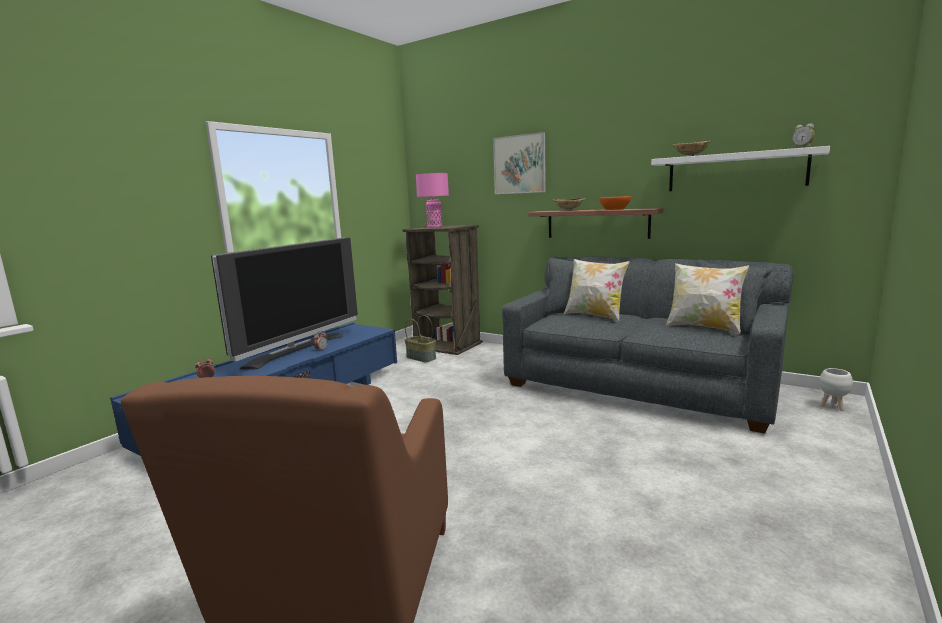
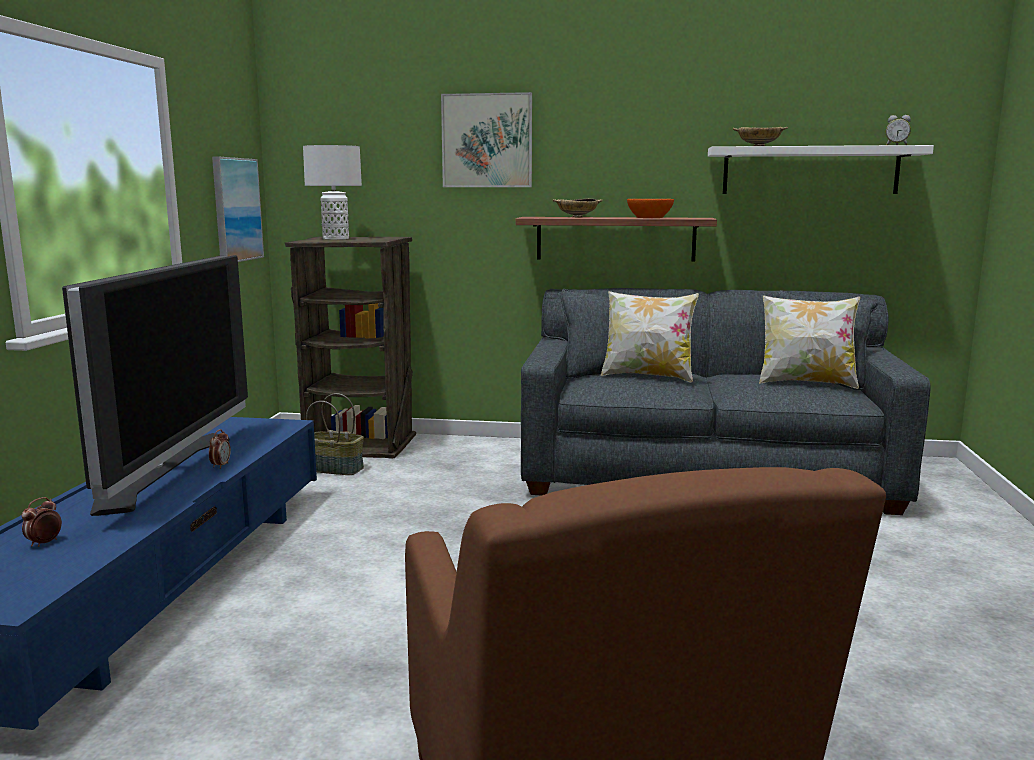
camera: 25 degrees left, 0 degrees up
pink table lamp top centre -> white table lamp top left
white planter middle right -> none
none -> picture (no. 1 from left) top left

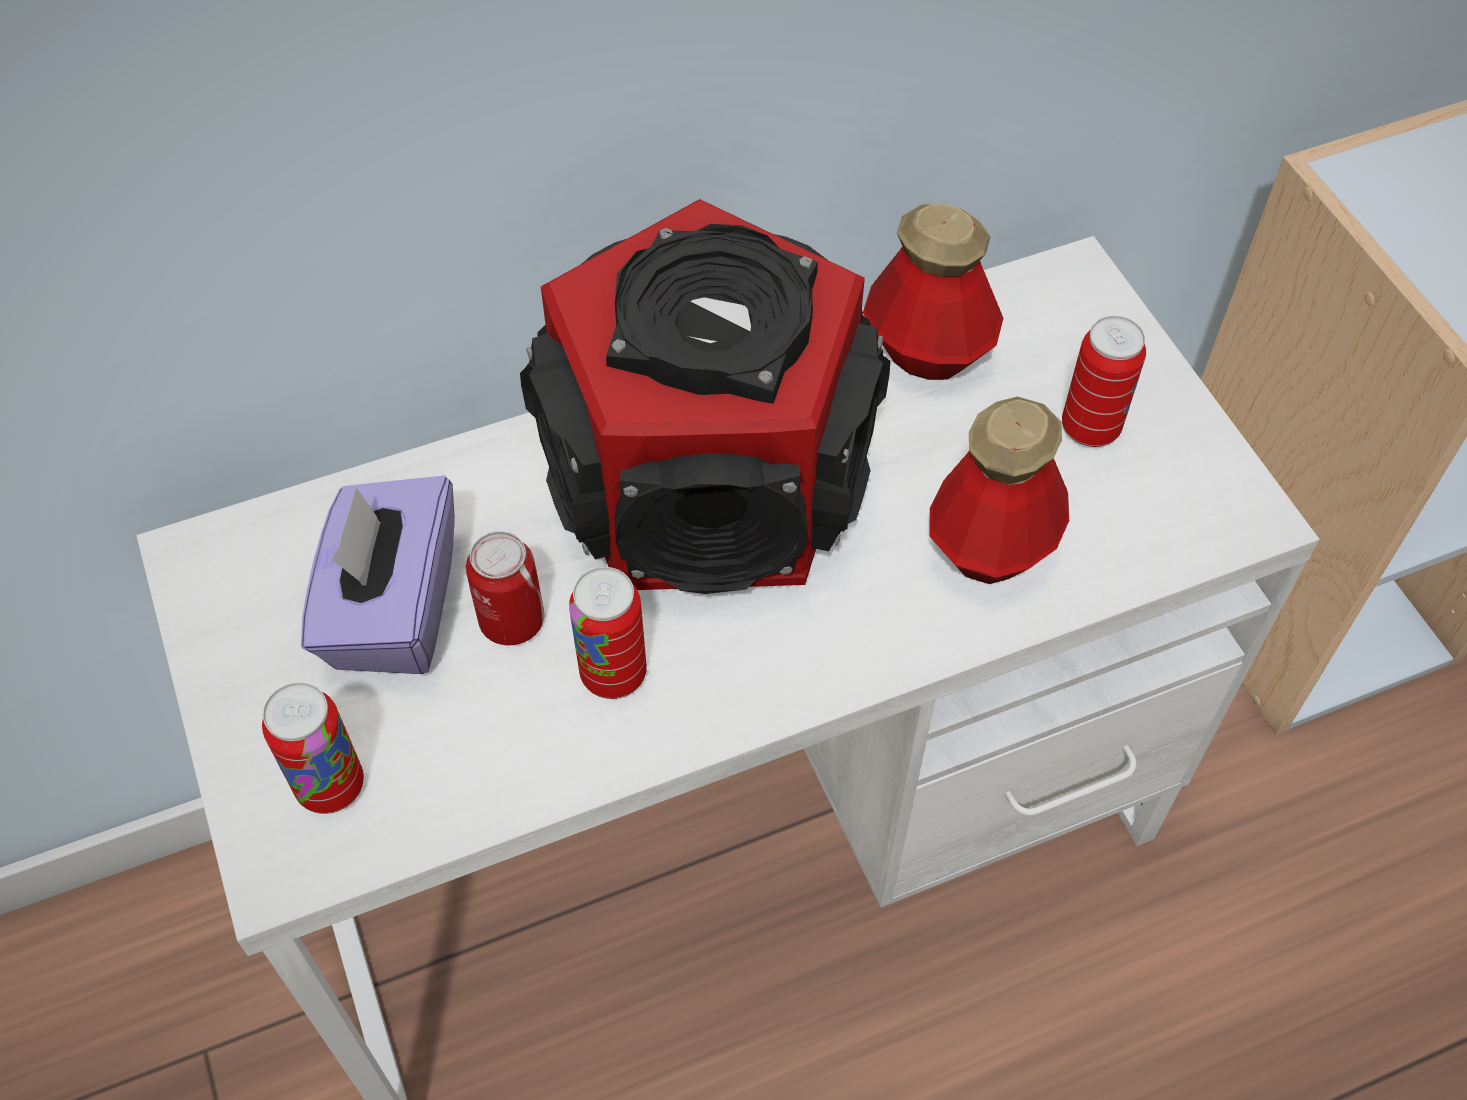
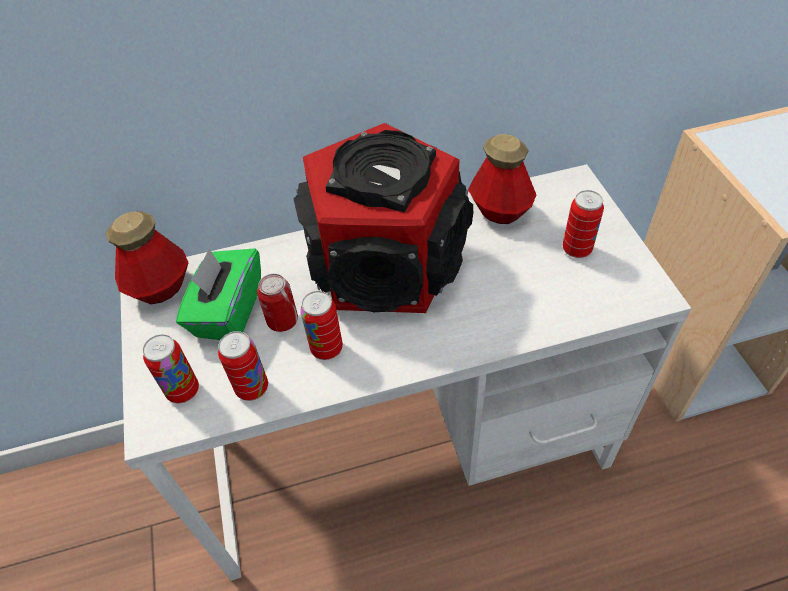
camera: 10 degrees right, 5 degrees down
purple tissue box middle left -> green tissue box middle left
bottle (no. 2 from left in the first image) middle right -> bottle (no. 1 from left) middle left, shifted
none -> can (no. 2 from left) middle left

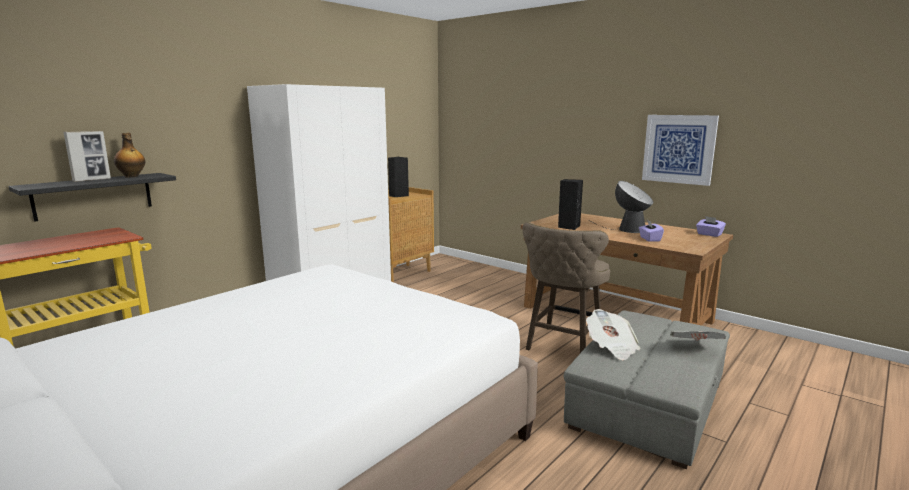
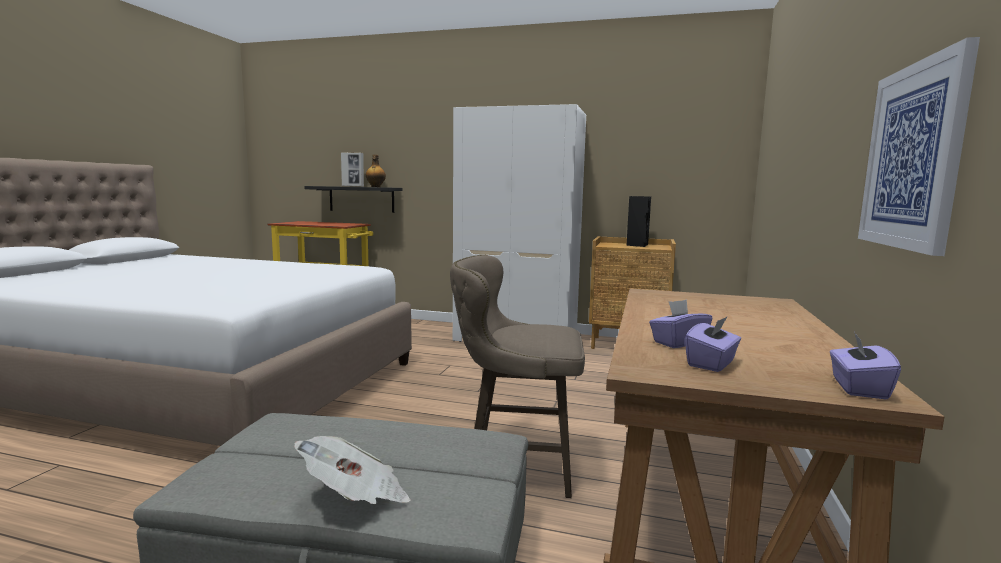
camera: 65 degrees right, 5 degrees down
black speaker (no. 2 from left) centre -> none
newspaper (no. 1 from left) bottom right -> none
table lamp middle right -> none
none -> purple tissue box (no. 2 from left) middle right

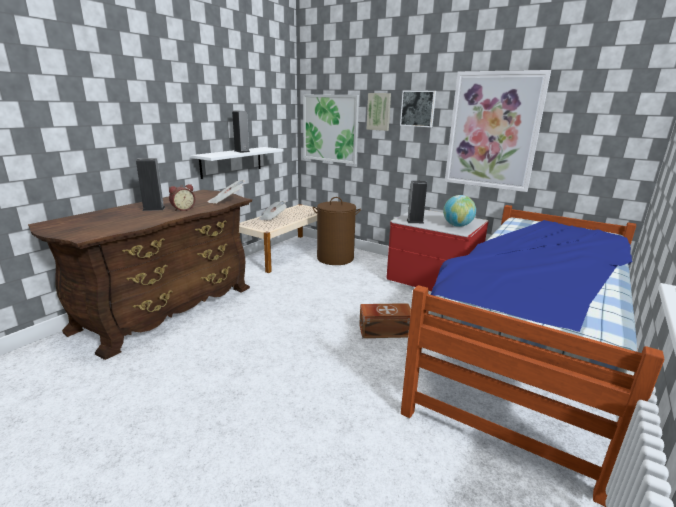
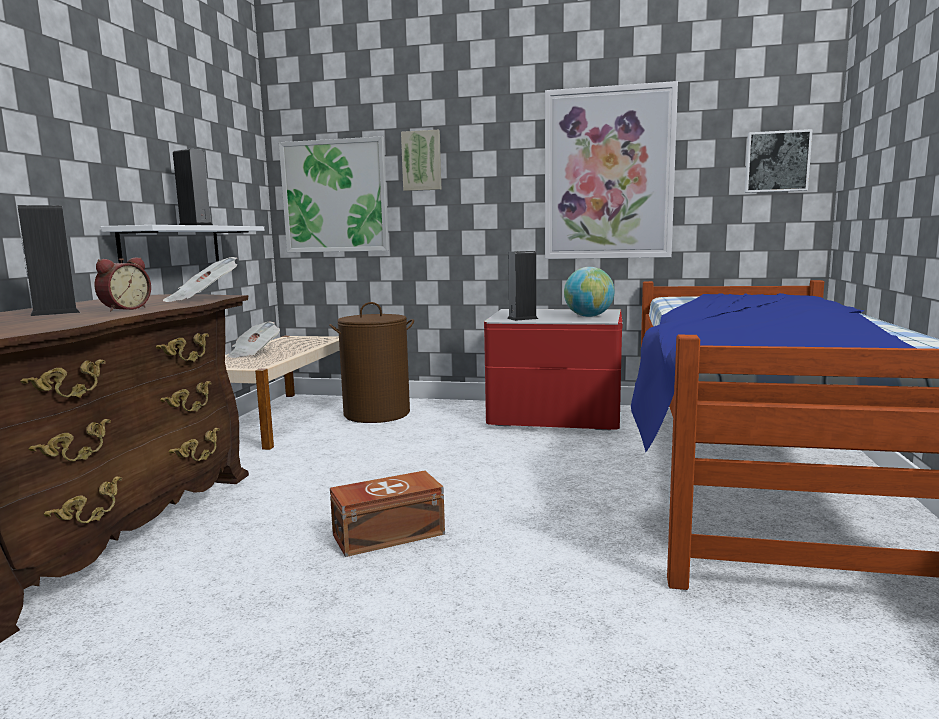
camera: 20 degrees left, 10 degrees down
brown storage box centre -> brown storage box bottom centre, shifted
picture (no. 3 from left in the first image) top centre -> picture (no. 4 from left) top right, shifted

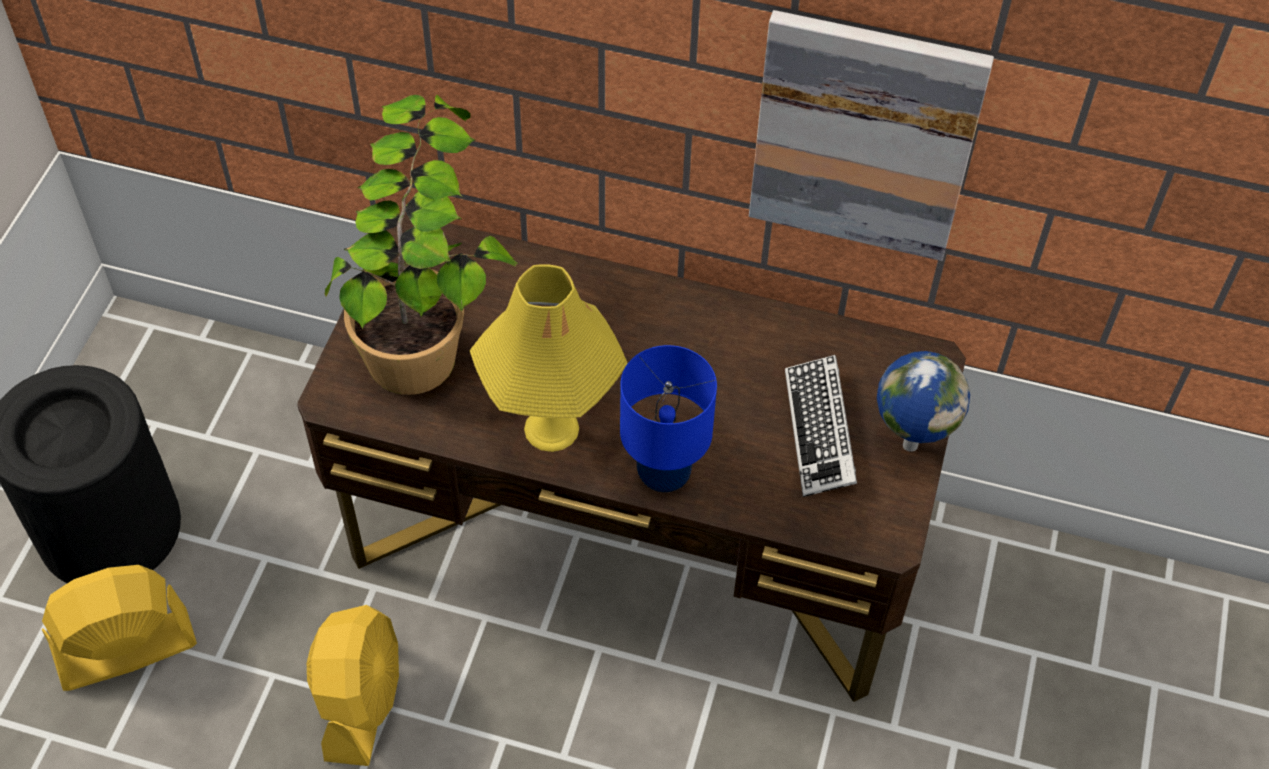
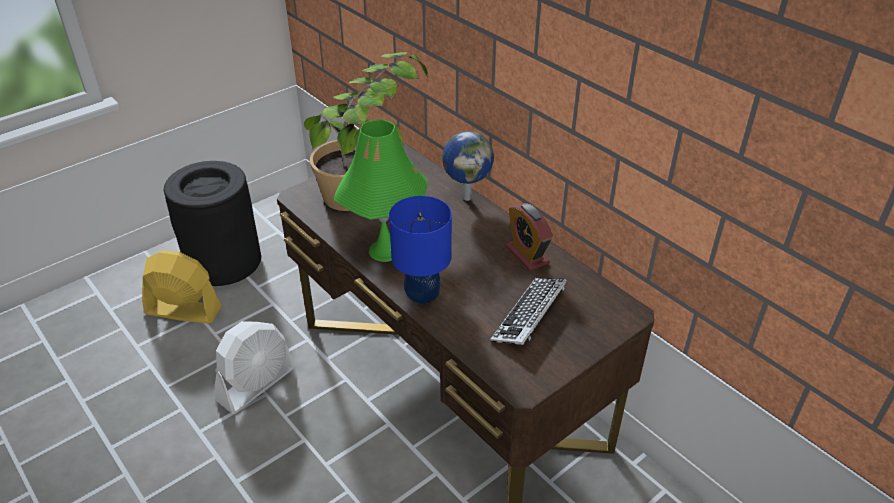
camera: 35 degrees right, 15 degrees down
yellow fan (no. 2 from left) bottom left -> white fan bottom left
yellow table lamp centre -> green table lamp centre
picture top right -> none
globe middle right -> globe top centre, shifted
none -> alarm clock centre

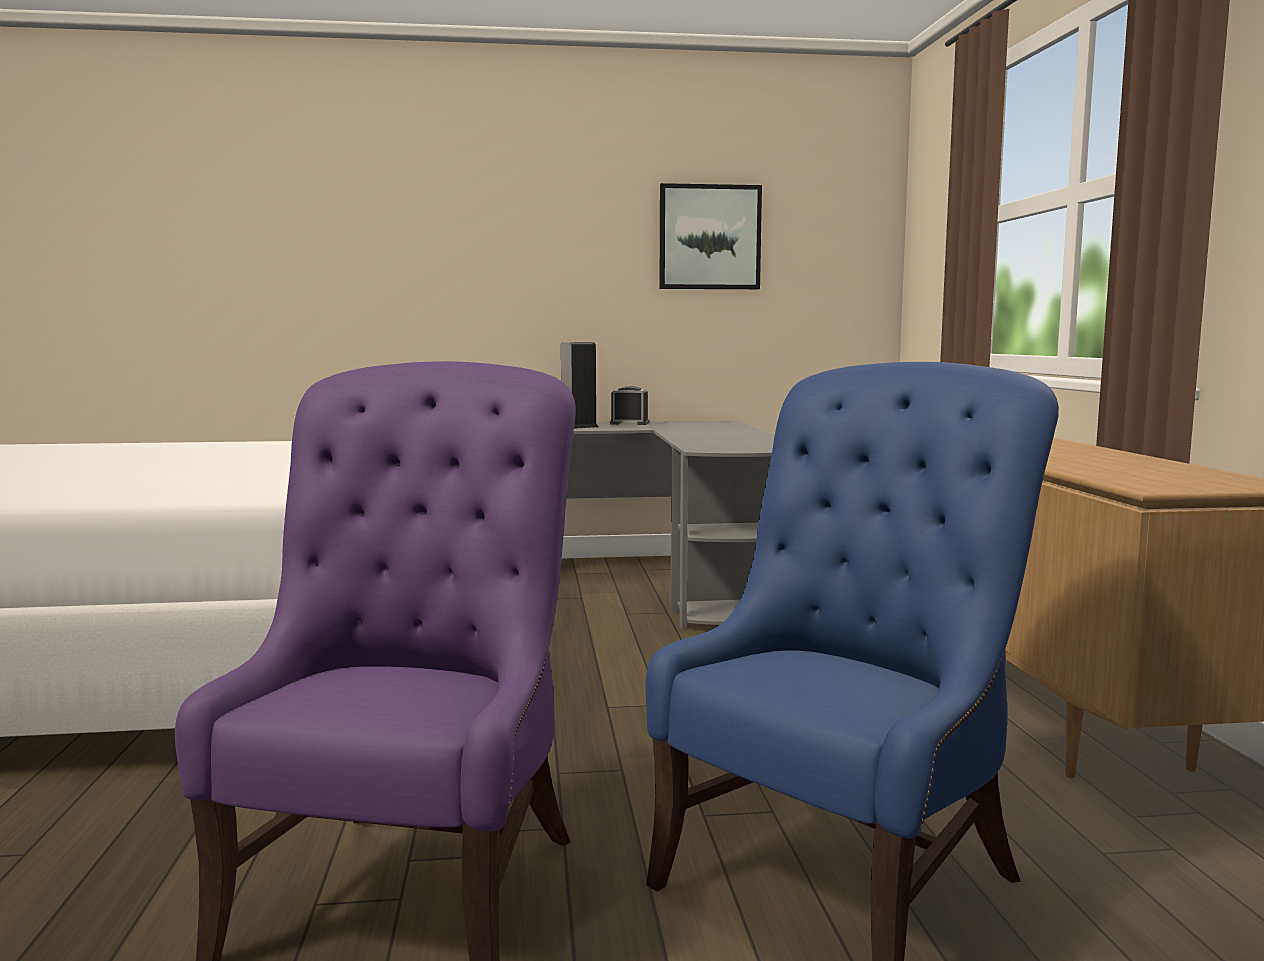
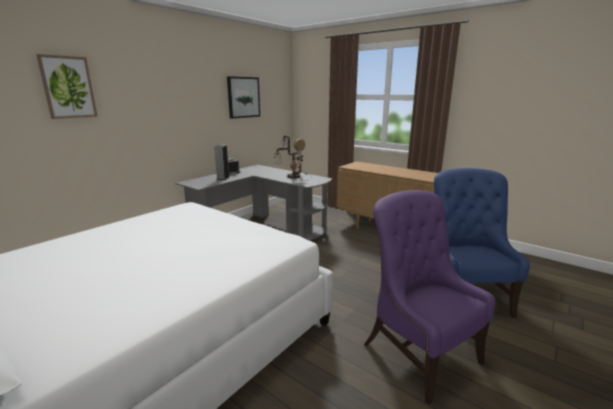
camera: 45 degrees left, 10 degrees up
none -> picture (no. 1 from left) top left
none -> table lamp centre

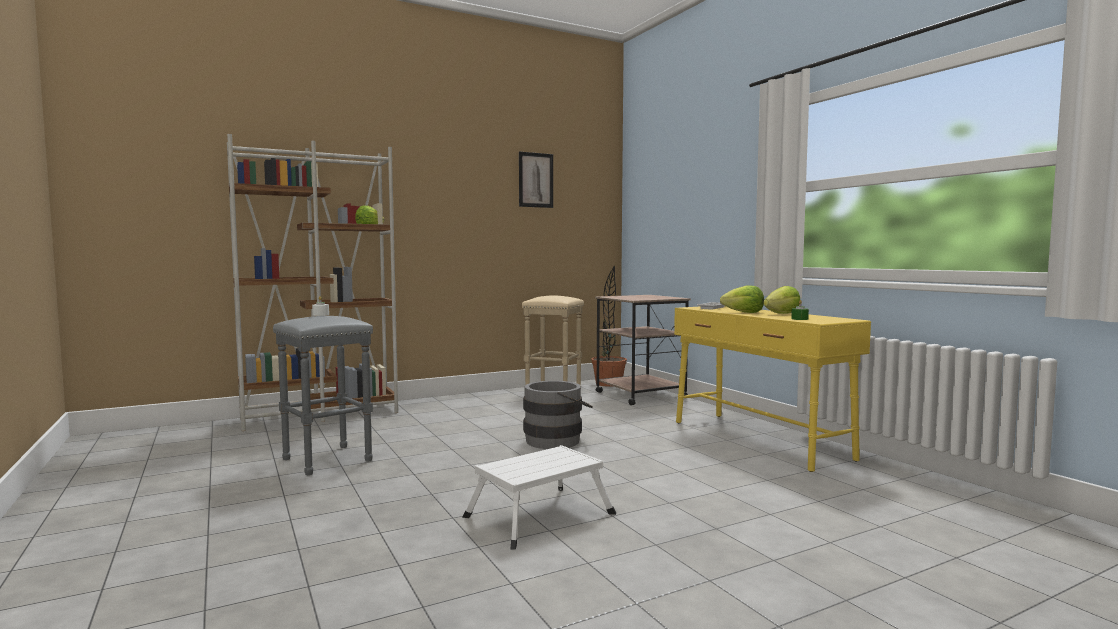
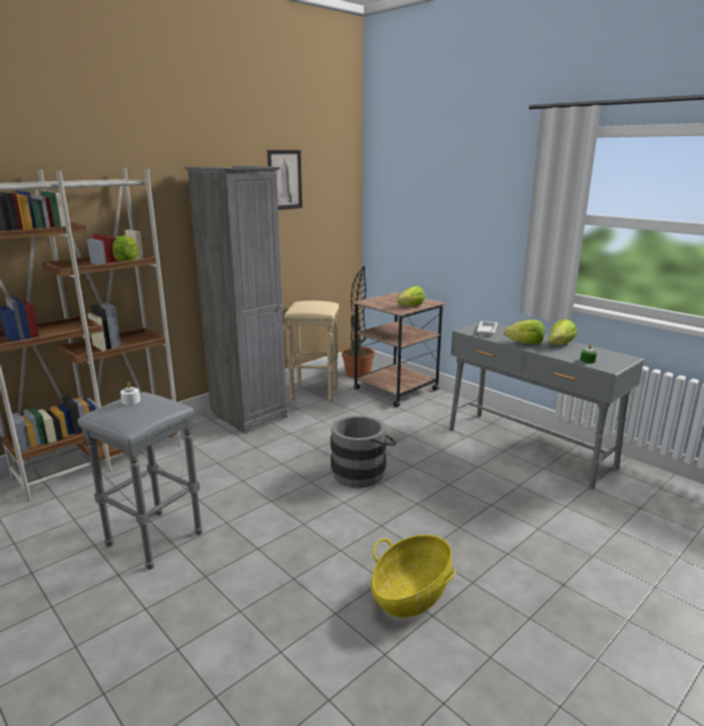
camera: 15 degrees left, 15 degrees up
white step ladder bottom centre -> basket bottom centre
yellow console table middle right -> grey console table middle right
none -> grey cabinet centre
none -> lettuce (no. 2 from left) centre

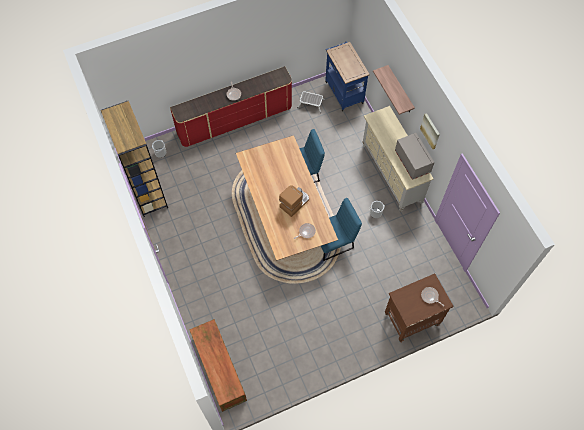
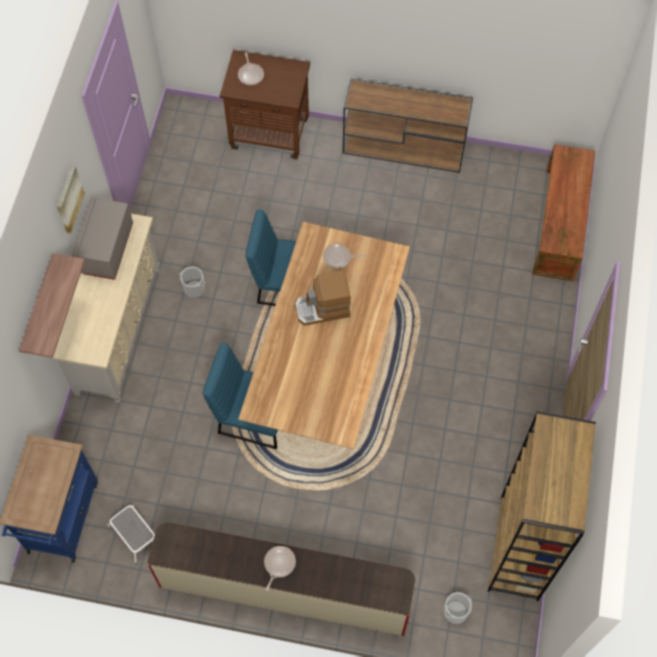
camera: 145 degrees left, 0 degrees up
none -> brown console table top centre

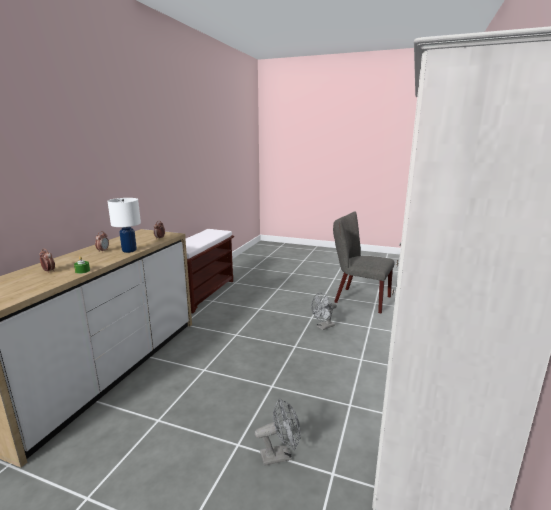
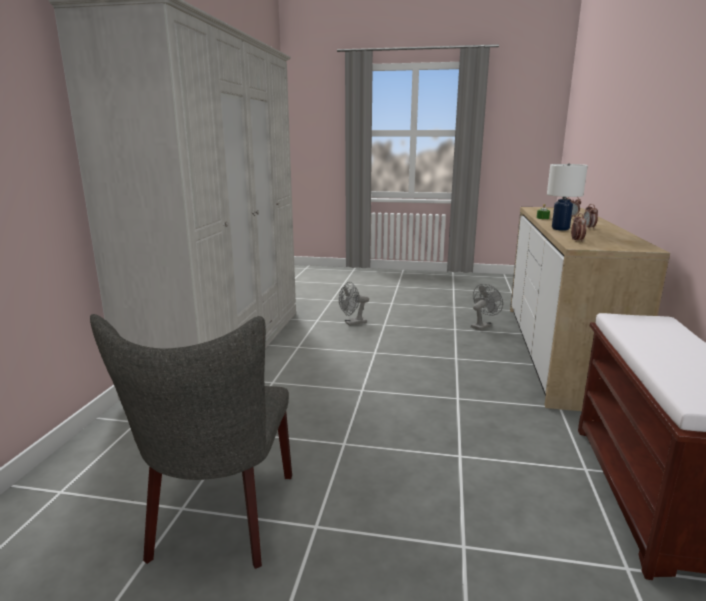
camera: 170 degrees right, 0 degrees up
grey fan (no. 2 from left) centre -> grey fan (no. 2 from left) middle right, shifted
grey chair centre -> grey chair bottom left, 75 degrees clockwise

